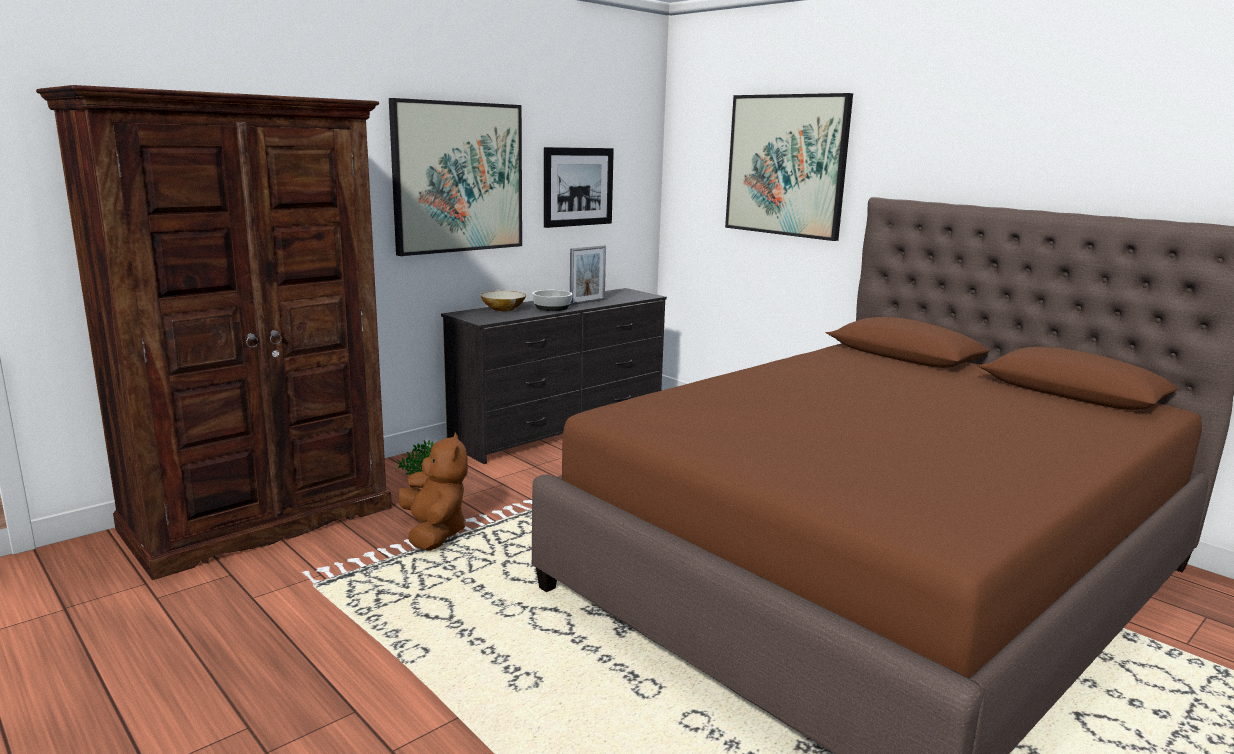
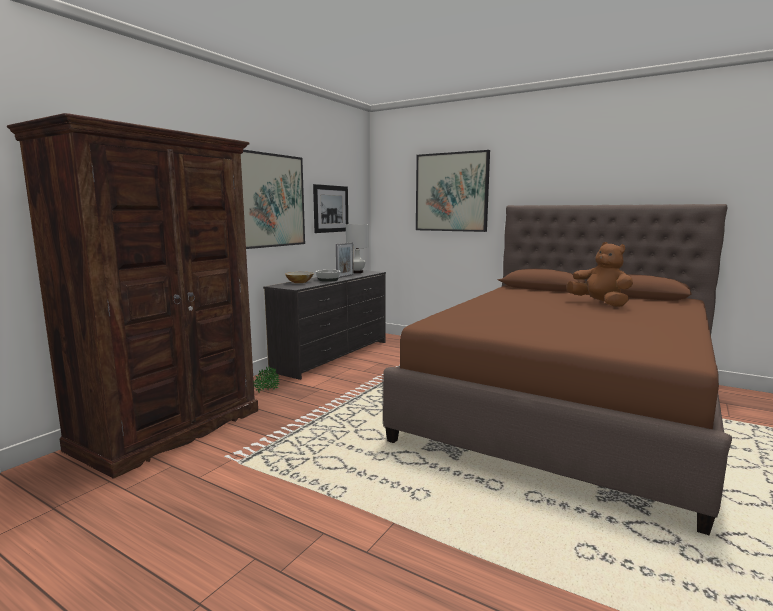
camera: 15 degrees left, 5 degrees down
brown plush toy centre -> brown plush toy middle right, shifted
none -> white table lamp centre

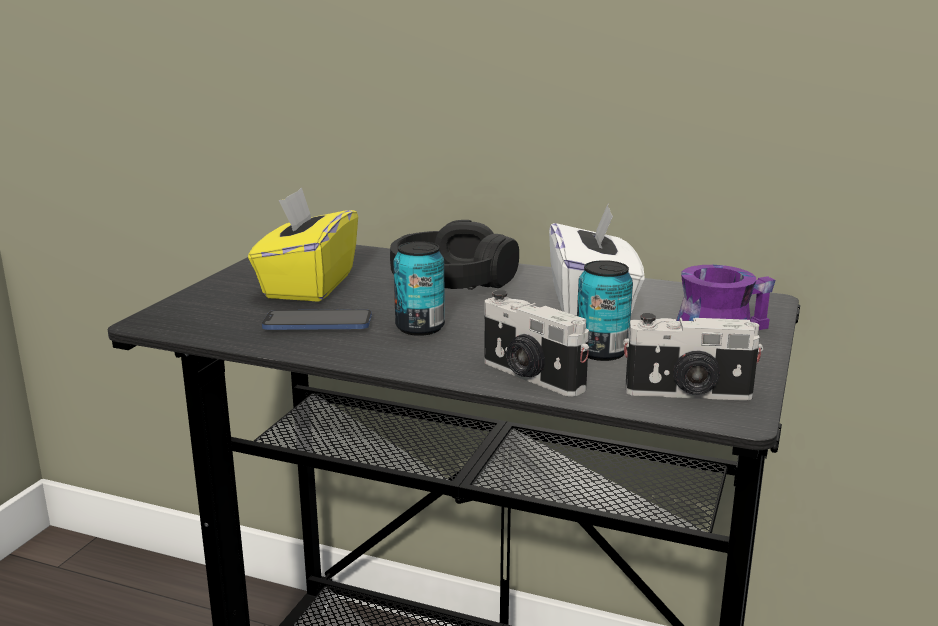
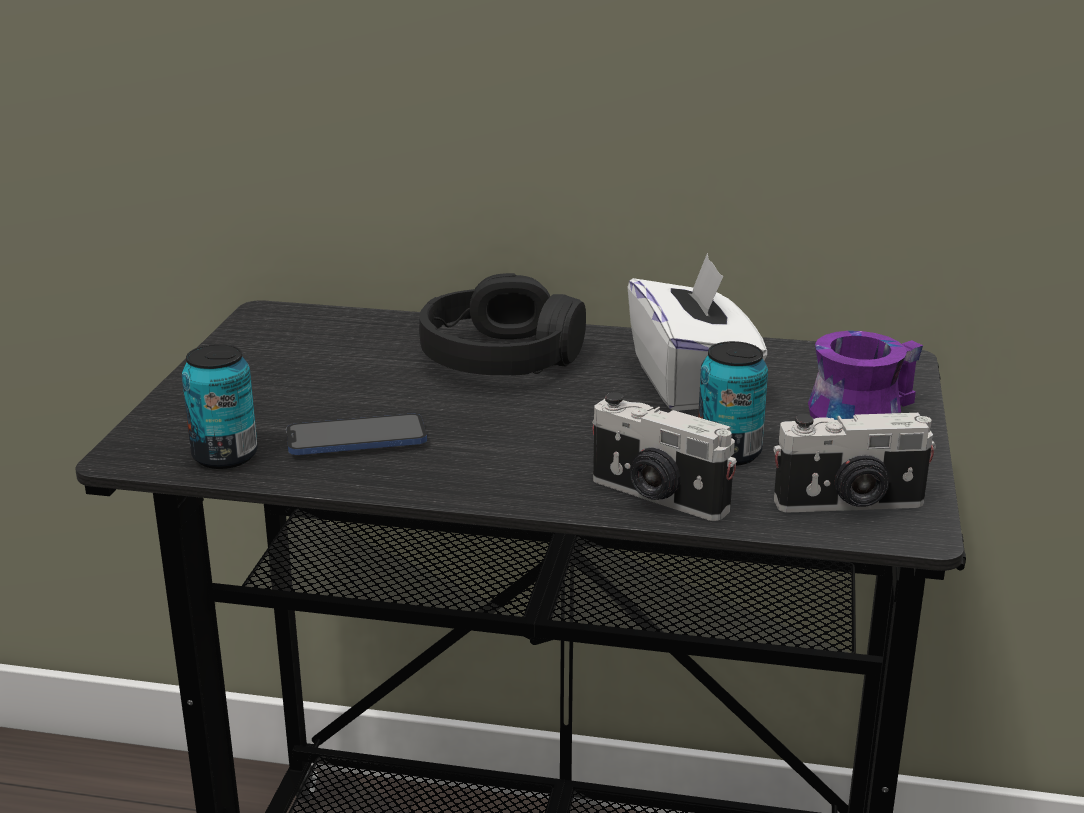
camera: 10 degrees left, 5 degrees up
yellow tissue box middle left -> none
can (no. 1 from left) centre -> can (no. 1 from left) middle left, shifted

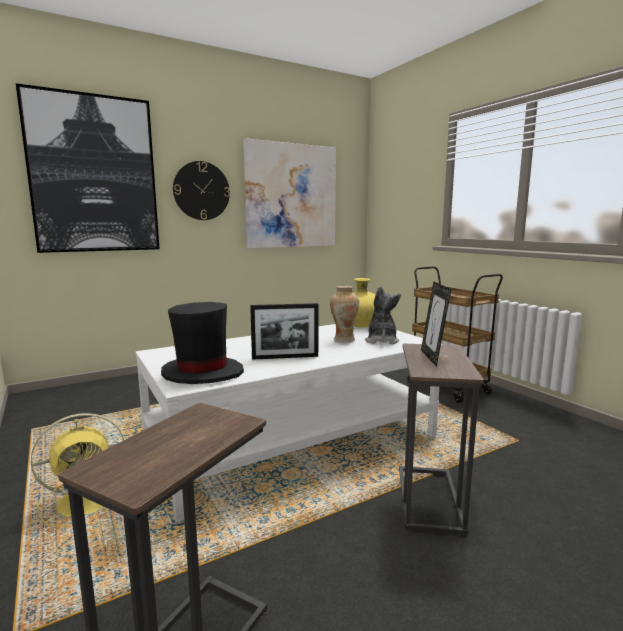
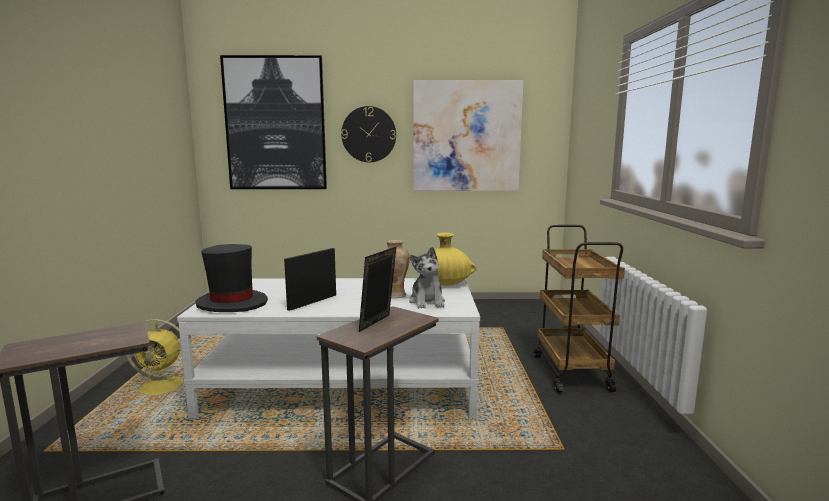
camera: 30 degrees right, 0 degrees up
picture frame (no. 1 from left) centre, 105 degrees clockwise
plush toy centre, 135 degrees clockwise

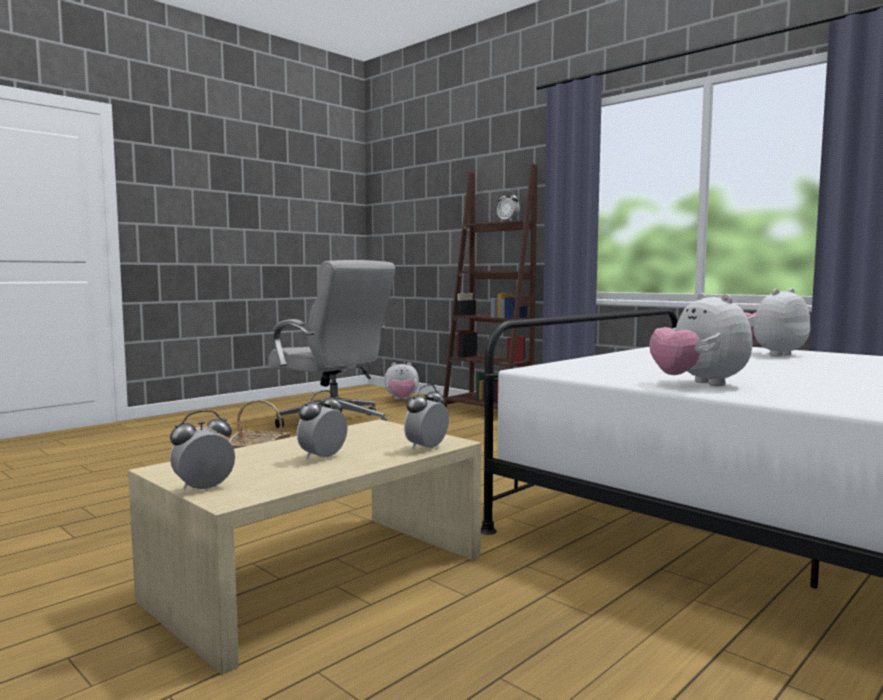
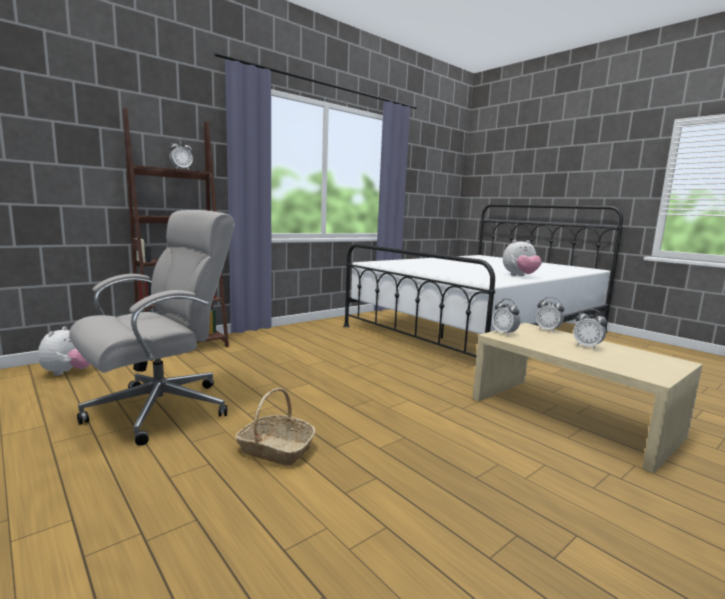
camera: 85 degrees left, 5 degrees up
alarm clock (no. 1 from left in the first image) middle left -> alarm clock (no. 2 from left) middle right, shifted
plush toy (no. 3 from left) middle right -> none

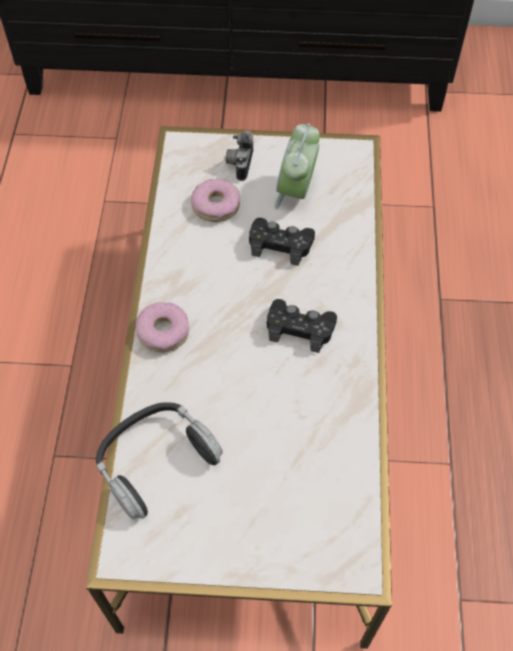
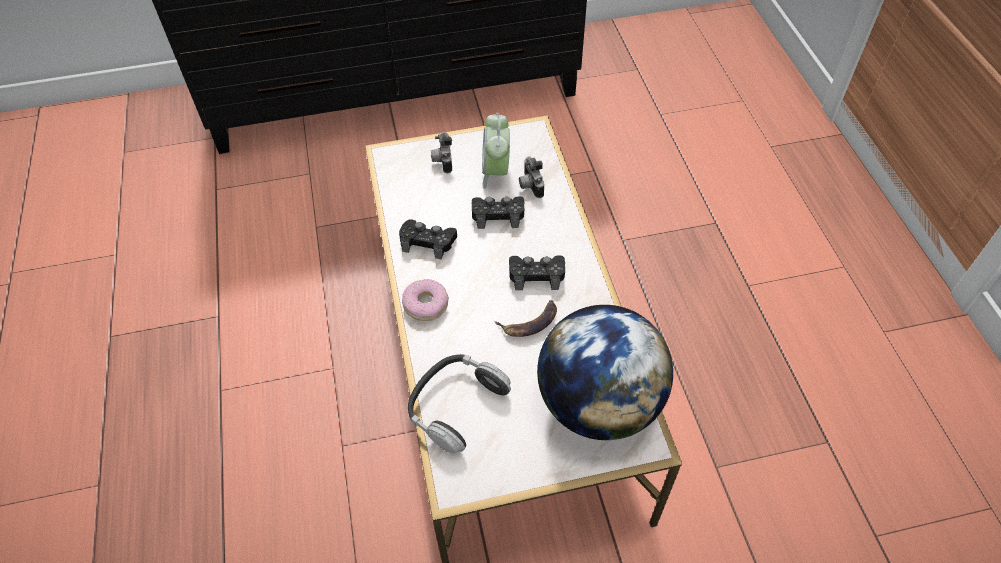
camera: 15 degrees left, 5 degrees down
donut (no. 2 from left) top centre -> none
none -> black game controller (no. 1 from left) centre
none -> banana centre
none -> photo camera (no. 2 from left) top centre
none -> globe centre

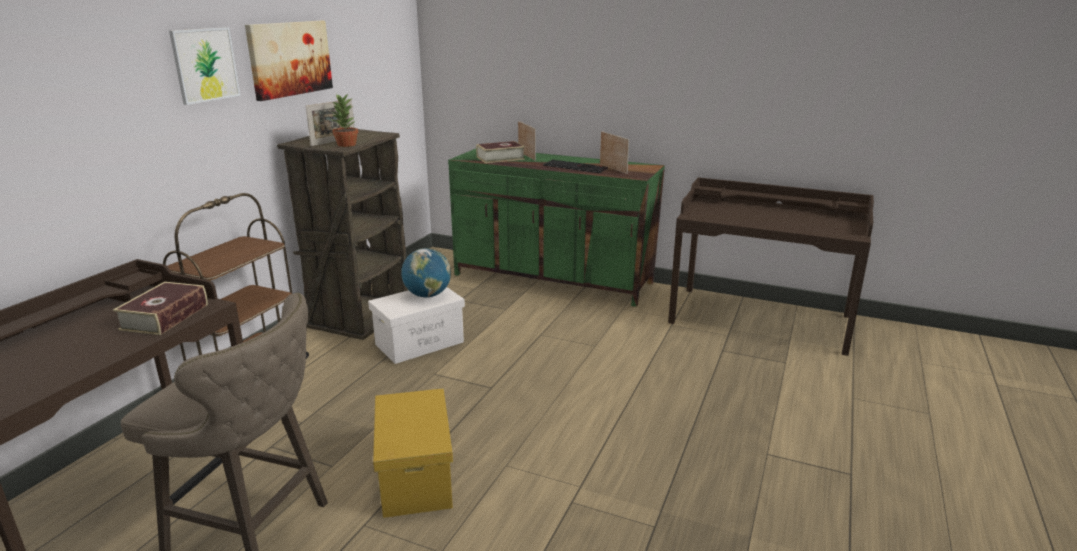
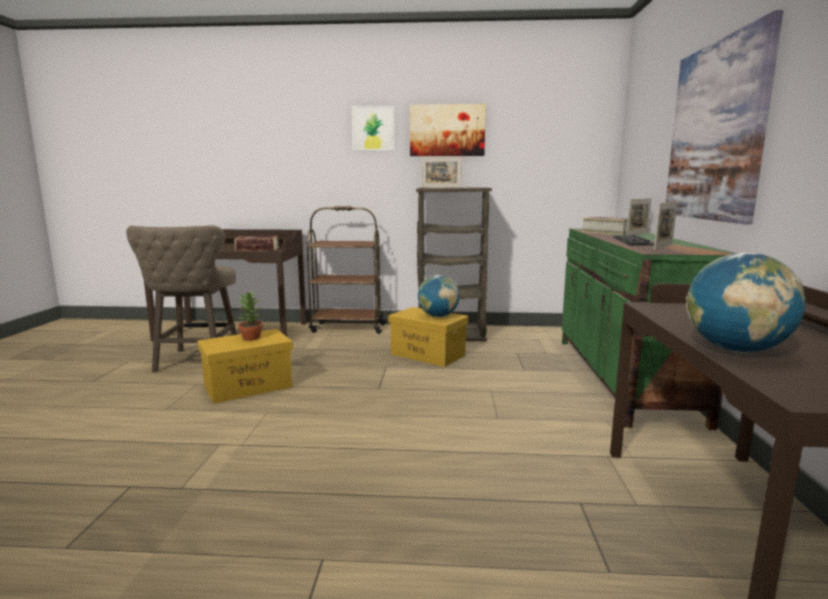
camera: 70 degrees right, 10 degrees down
potted plant top left -> potted plant middle left, shifted
white storage box centre -> yellow storage box (no. 2 from left) centre
none -> picture (no. 3 from left) top right
none -> globe (no. 2 from left) middle right

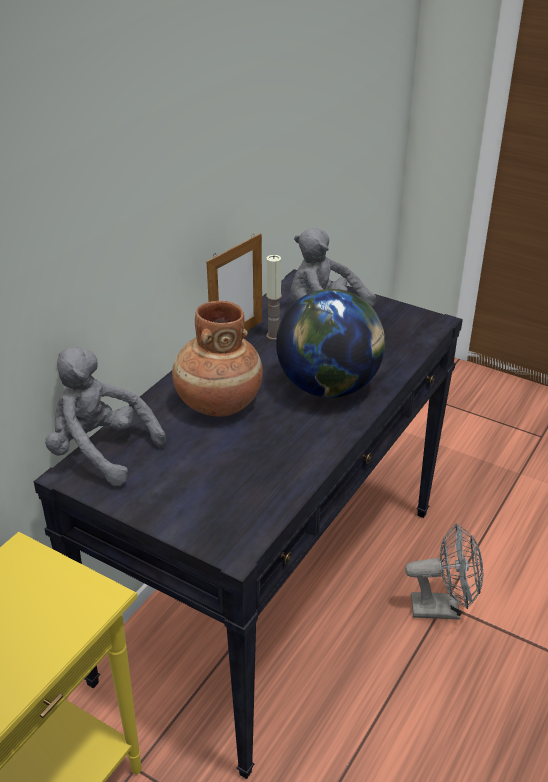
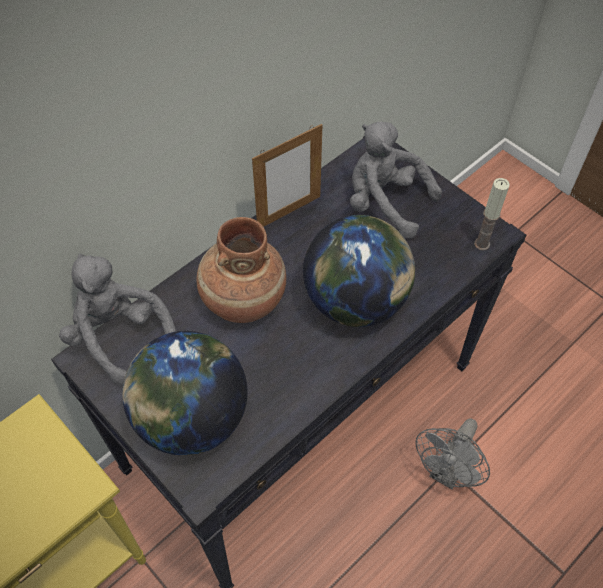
camera: 15 degrees right, 20 degrees up
candle centre -> candle middle right, shifted
grey fan bottom right, 105 degrees clockwise
none -> globe (no. 1 from left) bottom left

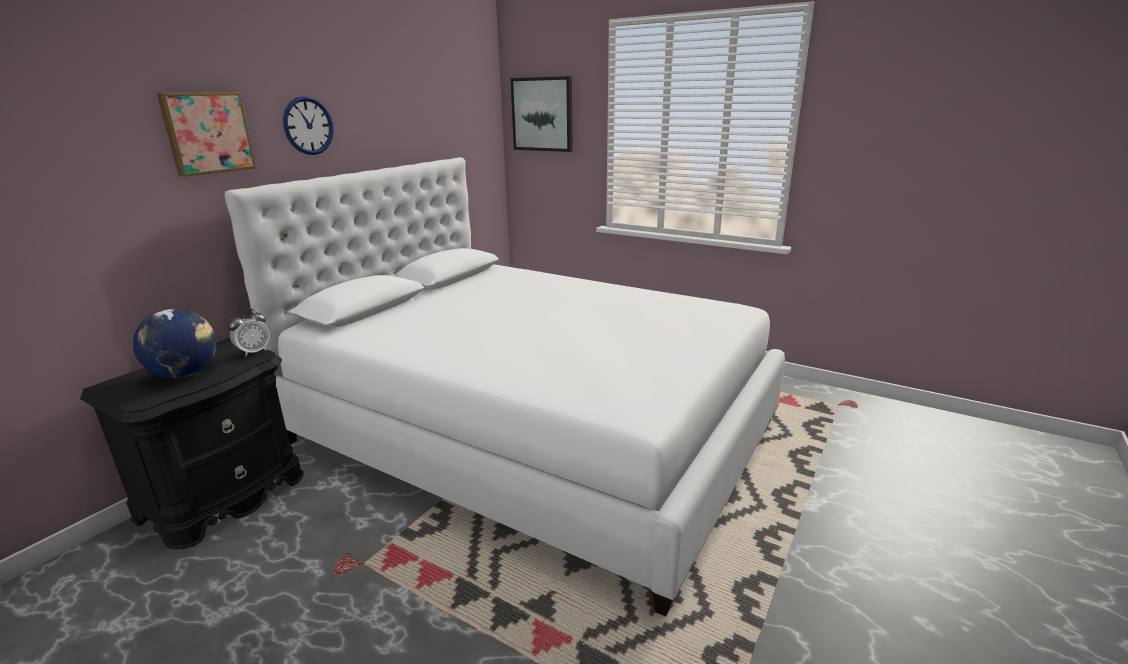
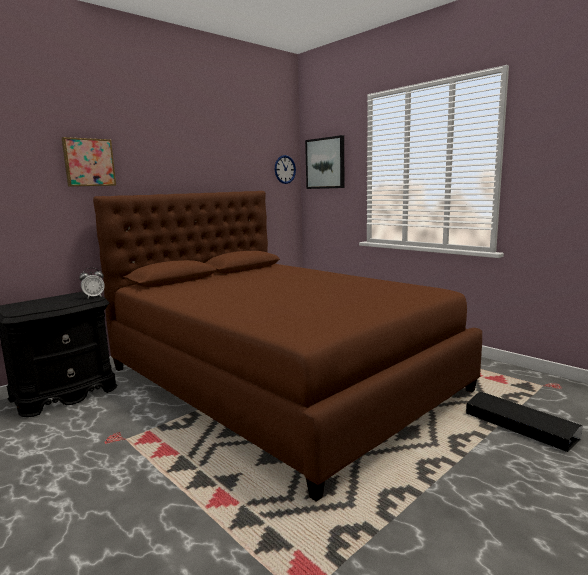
camera: 15 degrees right, 10 degrees down
globe middle left -> none
white bed centre -> brown bed centre
wall clock top left -> wall clock top centre, shifted
none -> black storage box bottom right

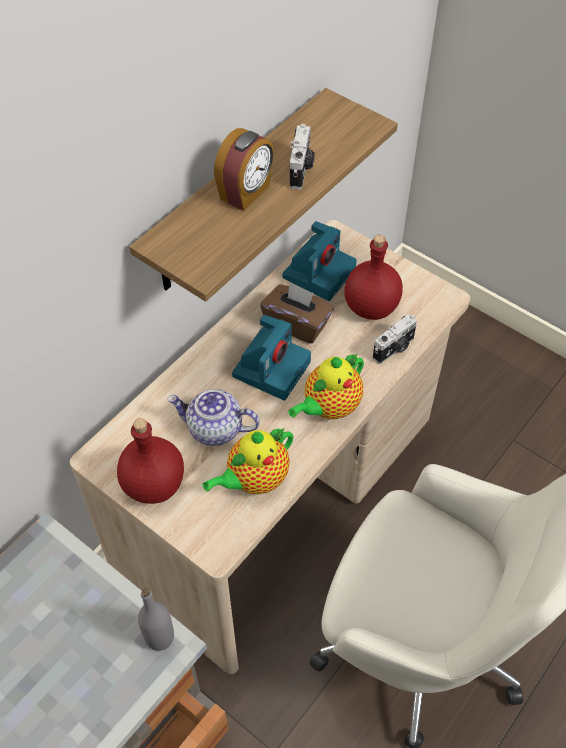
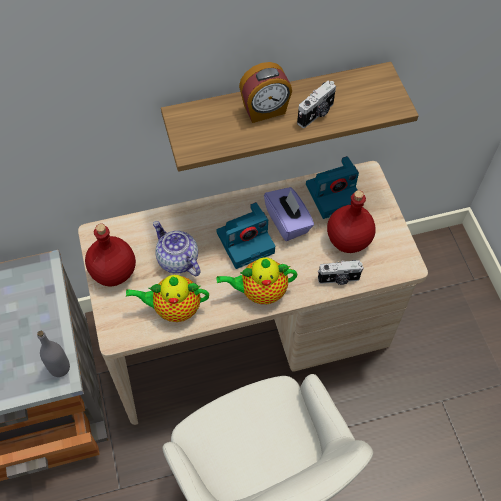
camera: 35 degrees right, 5 degrees up
brown tissue box centre -> purple tissue box centre

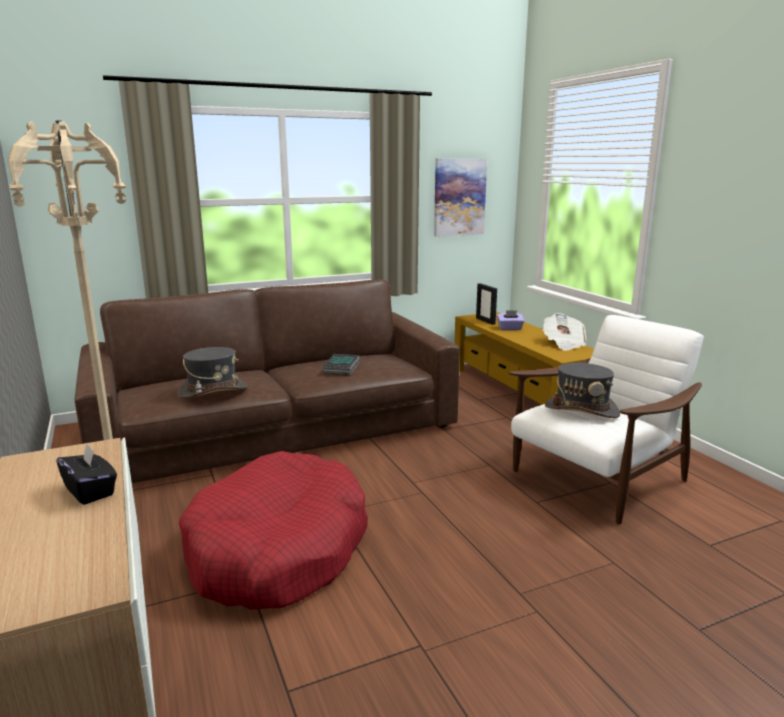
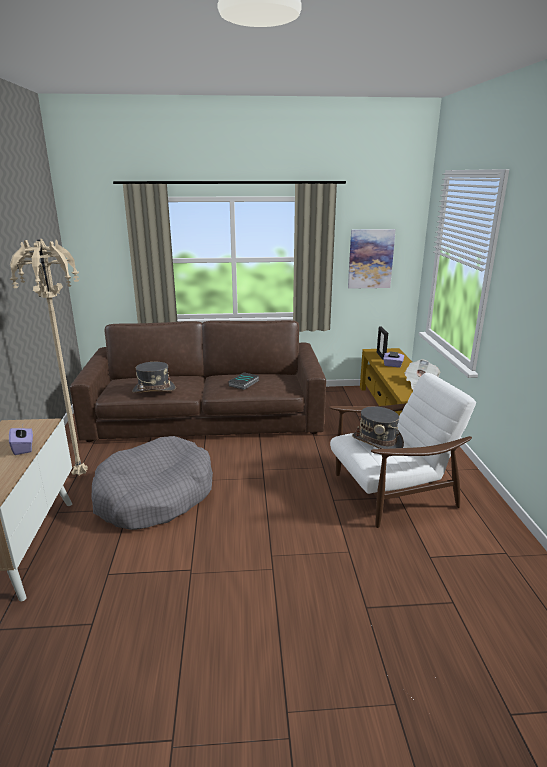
camera: 20 degrees right, 5 degrees up
black tissue box middle left -> purple tissue box (no. 1 from left) middle left
red dog bed bottom centre -> grey dog bed middle left

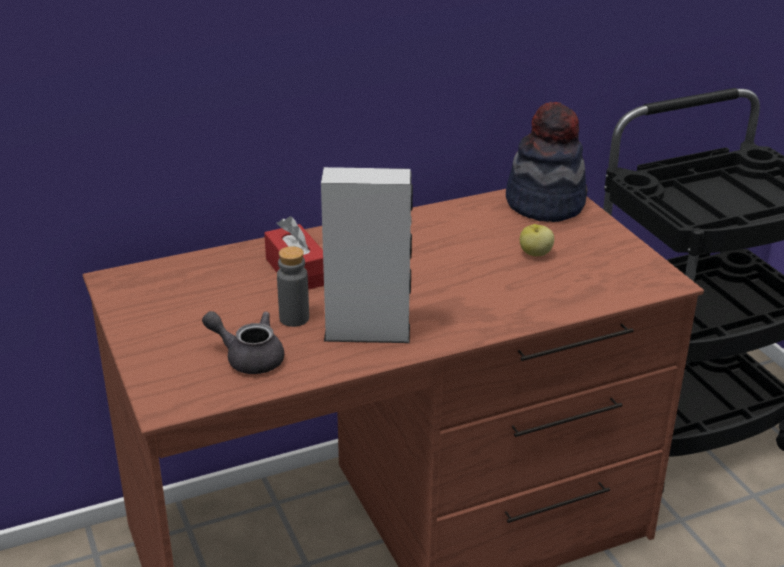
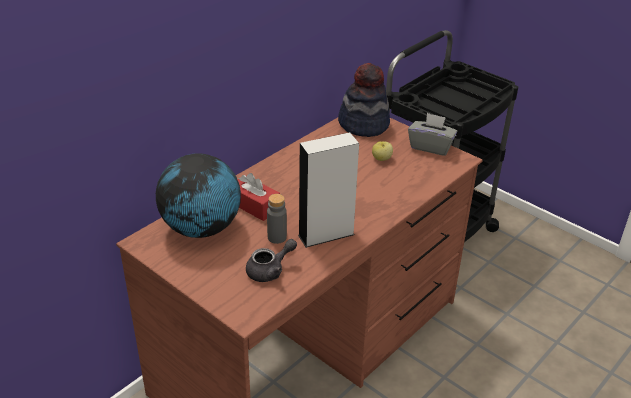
camera: 25 degrees left, 5 degrees up
grey teapot middle left -> grey teapot centre, 150 degrees clockwise
none -> globe middle left
none -> grey tissue box middle right

